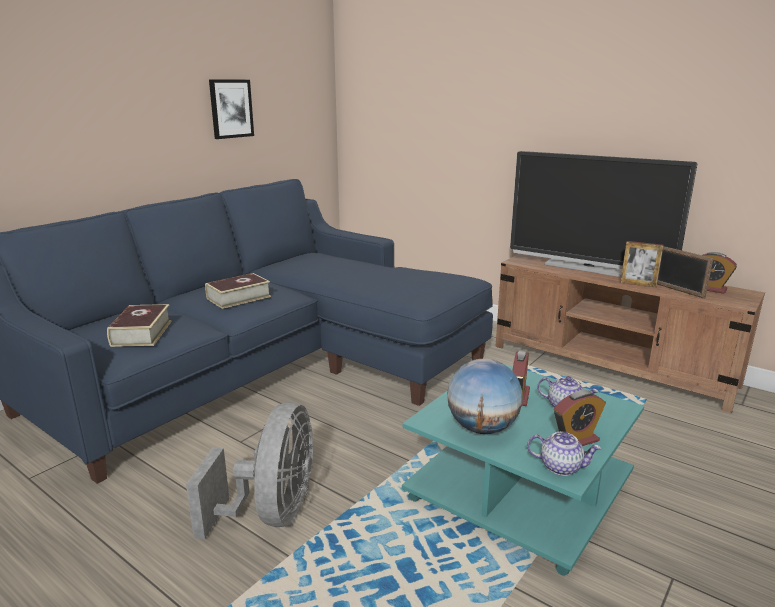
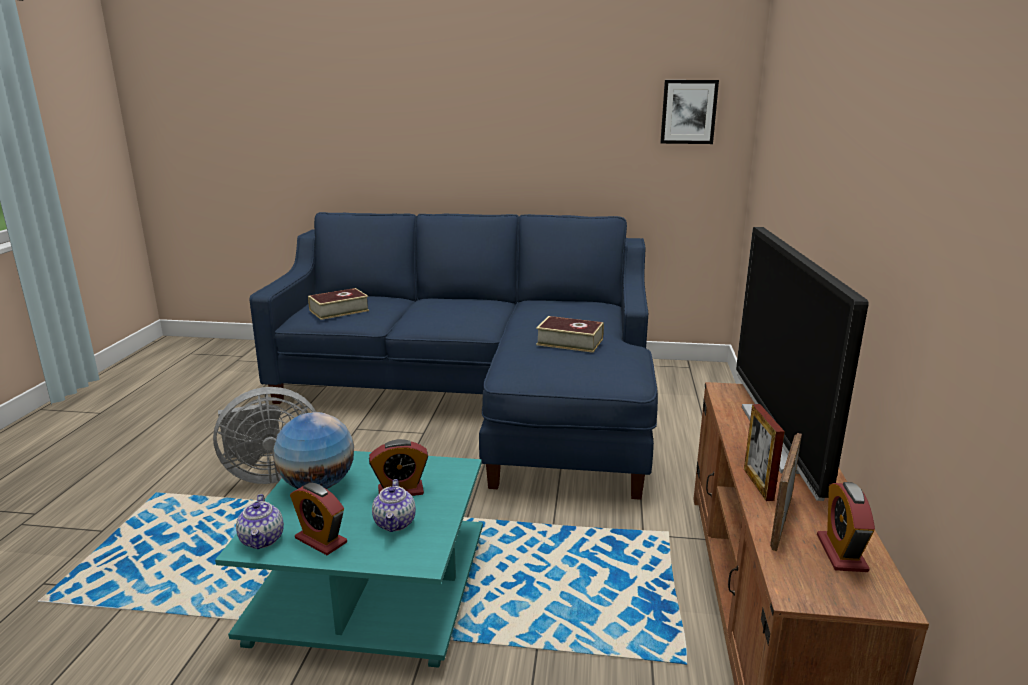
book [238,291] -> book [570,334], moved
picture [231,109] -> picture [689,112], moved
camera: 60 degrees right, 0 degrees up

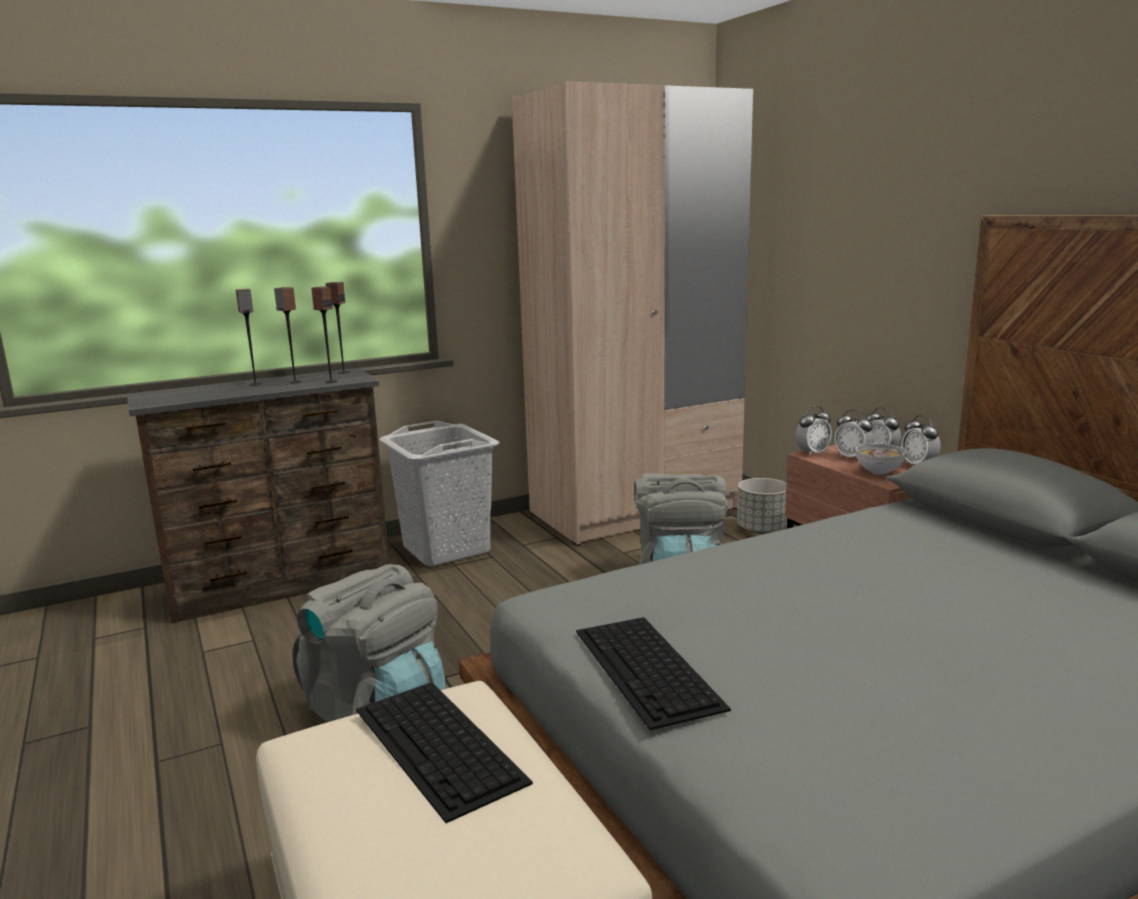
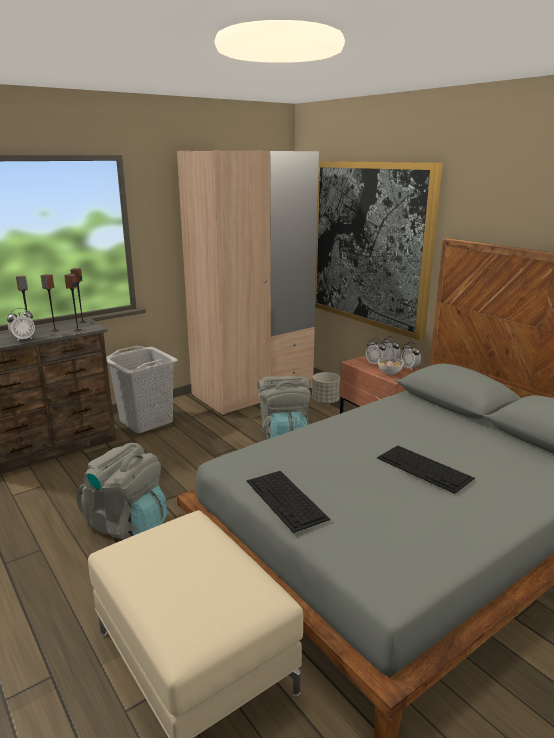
none -> picture [379,250]
keyboard [444,752] -> keyboard [426,469], moved
alarm clock [814,431] -> alarm clock [21,325], moved
camera: 10 degrees left, 5 degrees up

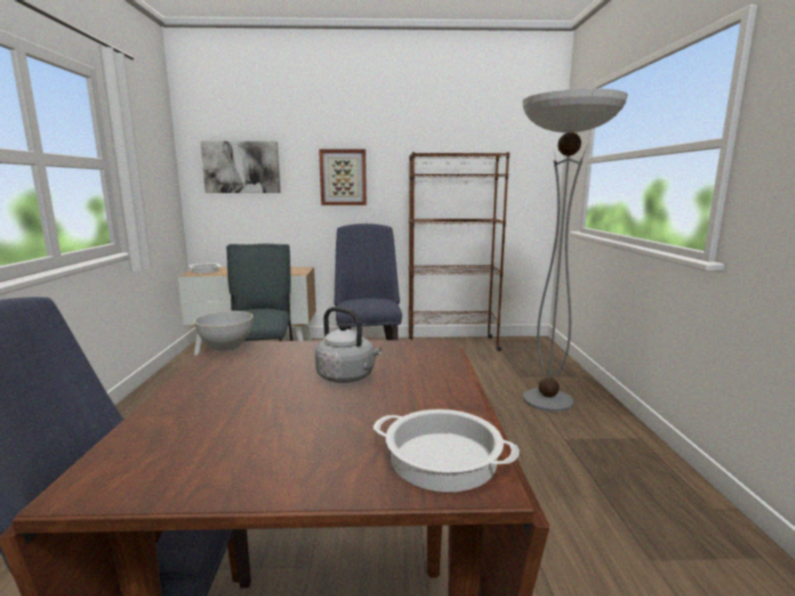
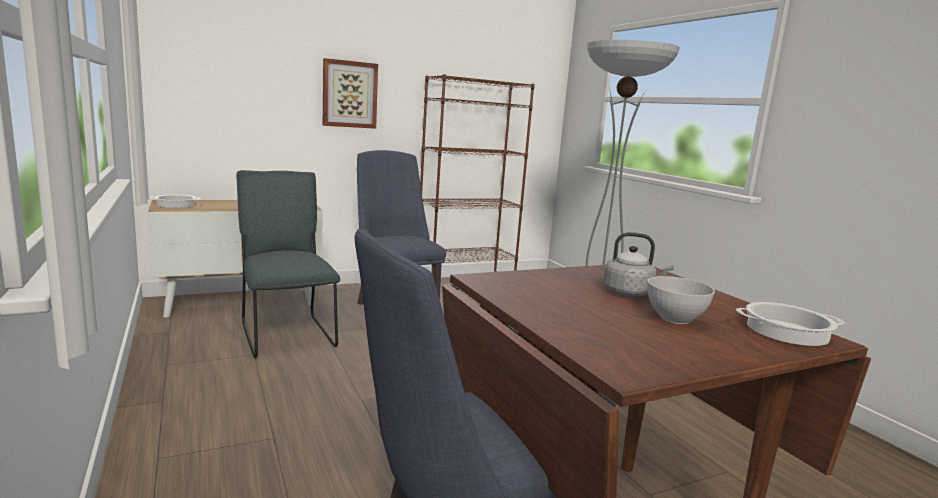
picture [240,167] -> none
bowl (grey) [223,331] -> bowl (grey) [681,300], moved
camera: 25 degrees left, 0 degrees up

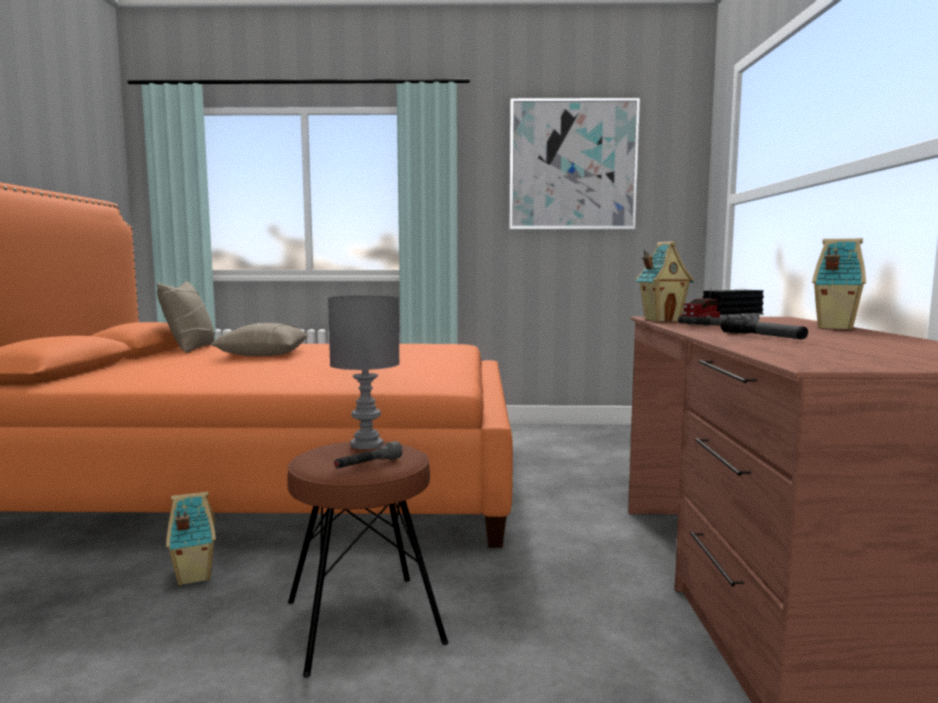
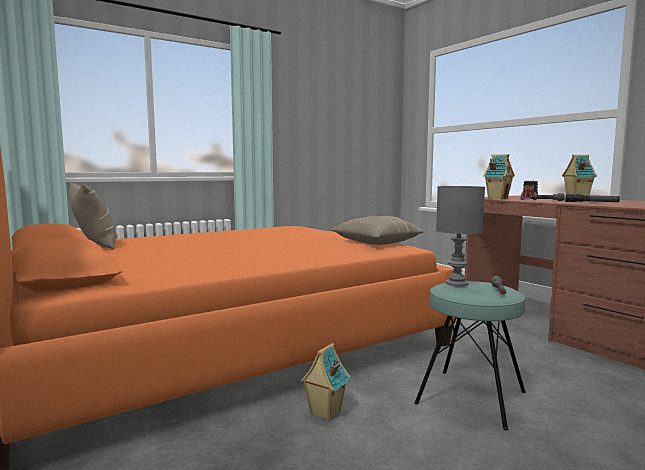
picture [574,163] -> none
pillow (beige) [259,339] -> pillow (beige) [377,230], moved
stool (brown) [367,559] -> stool (turquoise) [470,356]
camera: 35 degrees left, 0 degrees up

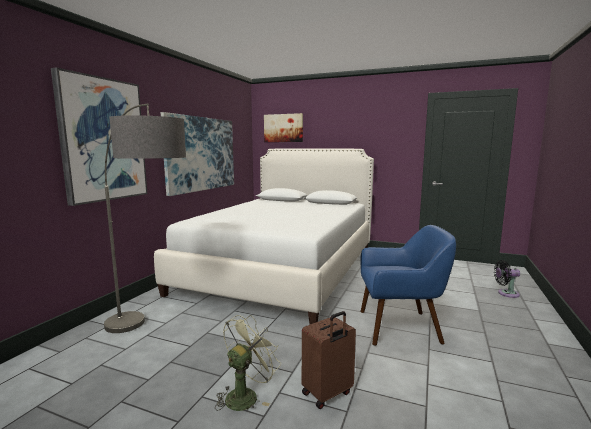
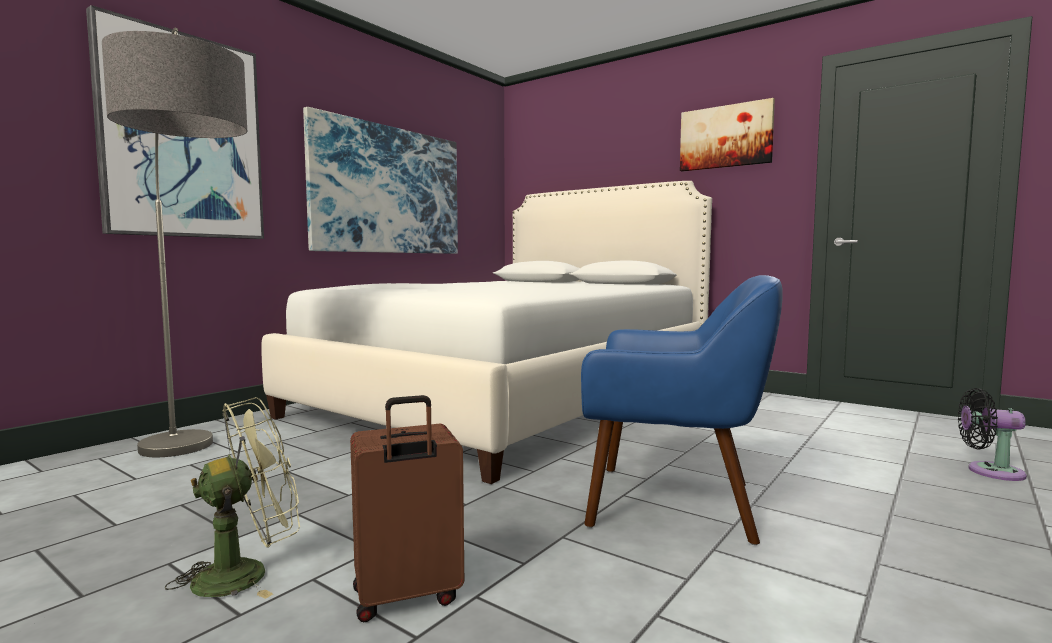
picture [283,127] -> picture [727,135], moved
camera: 15 degrees right, 5 degrees down

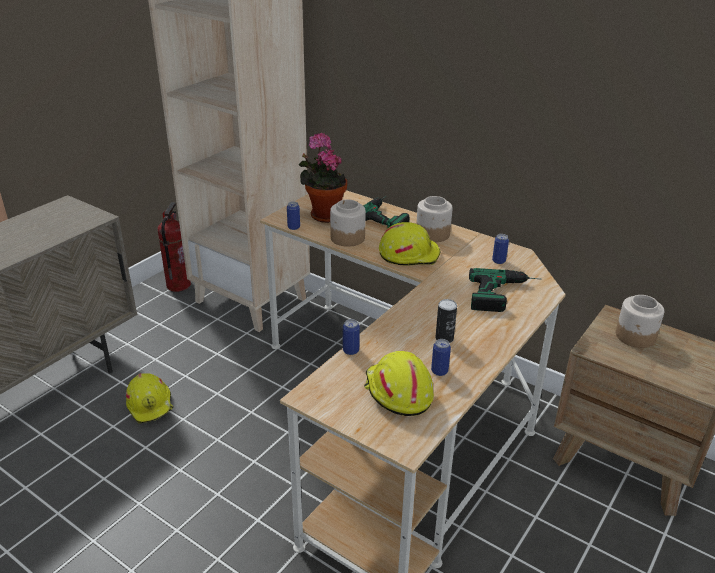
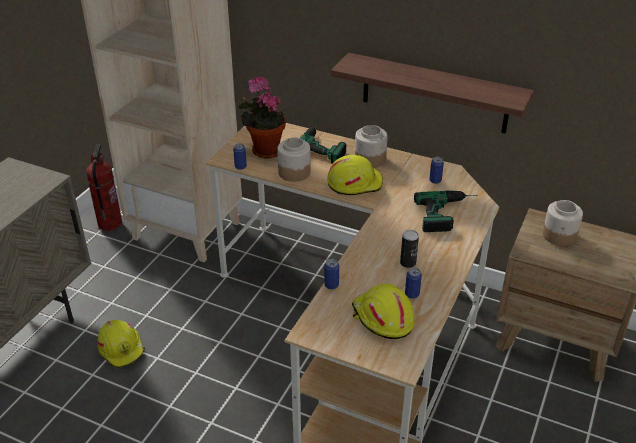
none -> shelf [432,93]
camera: 10 degrees left, 5 degrees up

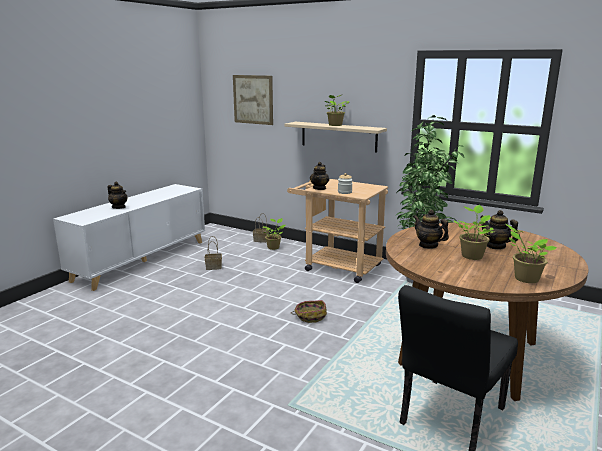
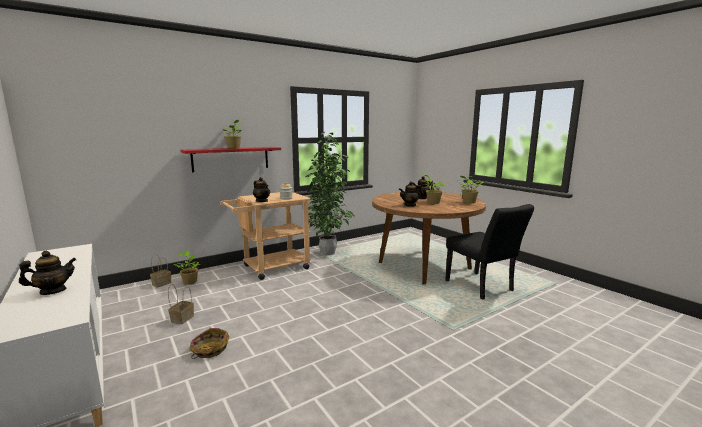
picture [253,100] -> none
basket [309,311] -> basket [209,343], moved
shelf (beige) [336,137] -> shelf (red) [231,159]
camera: 65 degrees left, 5 degrees down

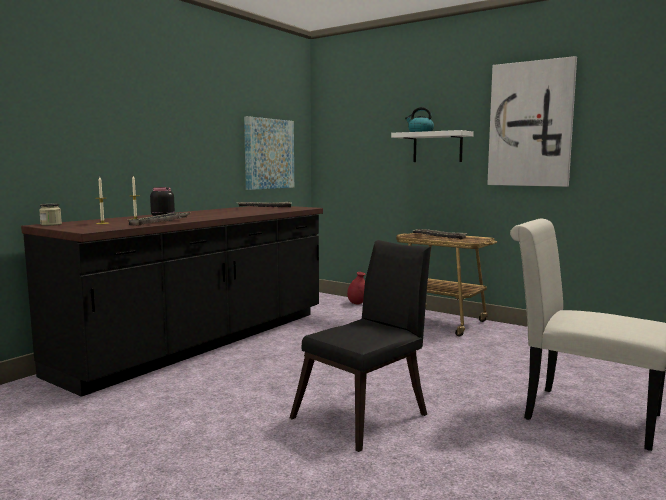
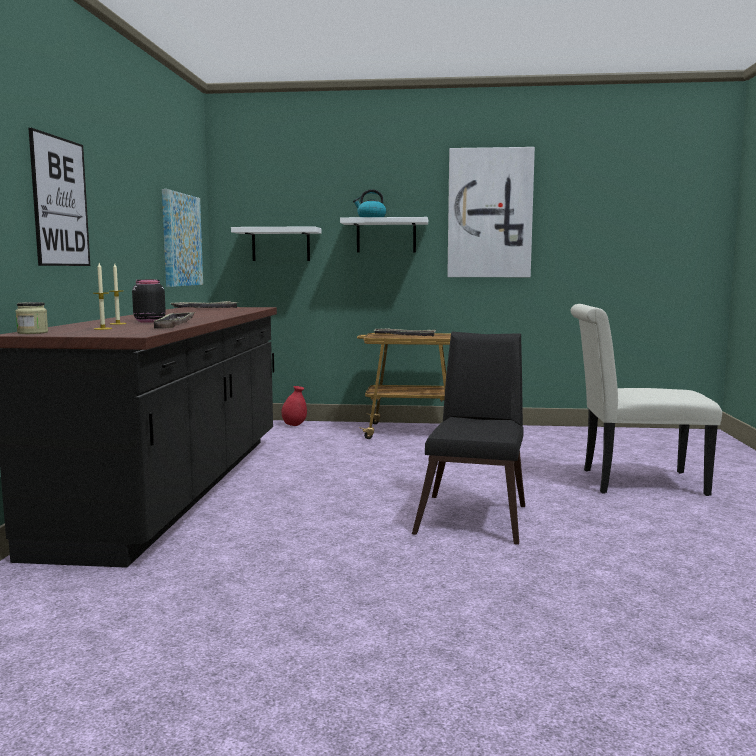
none -> picture [59,197]
none -> shelf (white) [276,243]
camera: 30 degrees left, 0 degrees up

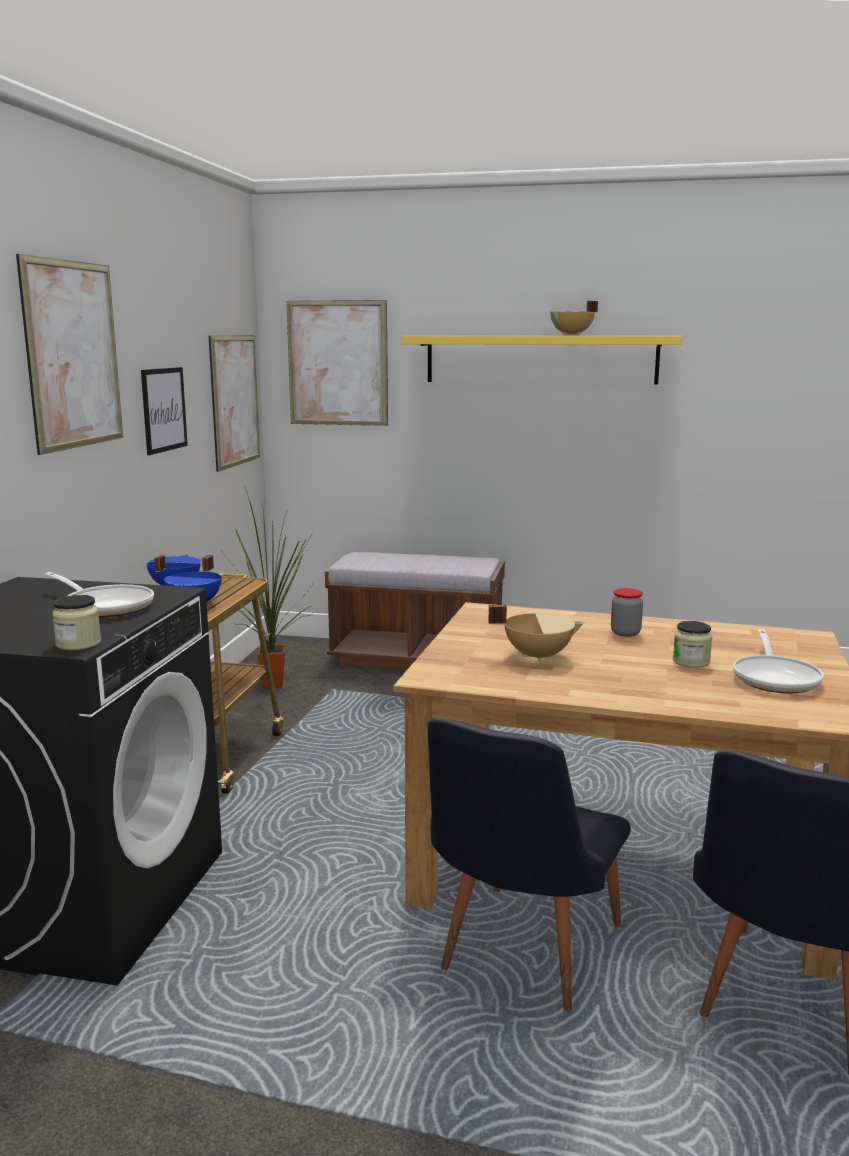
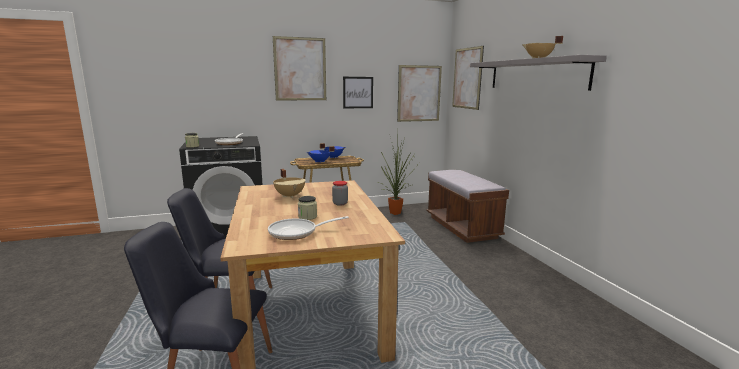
shelf (yellow) [542,360] -> shelf (grey) [538,73]
camera: 60 degrees right, 0 degrees up

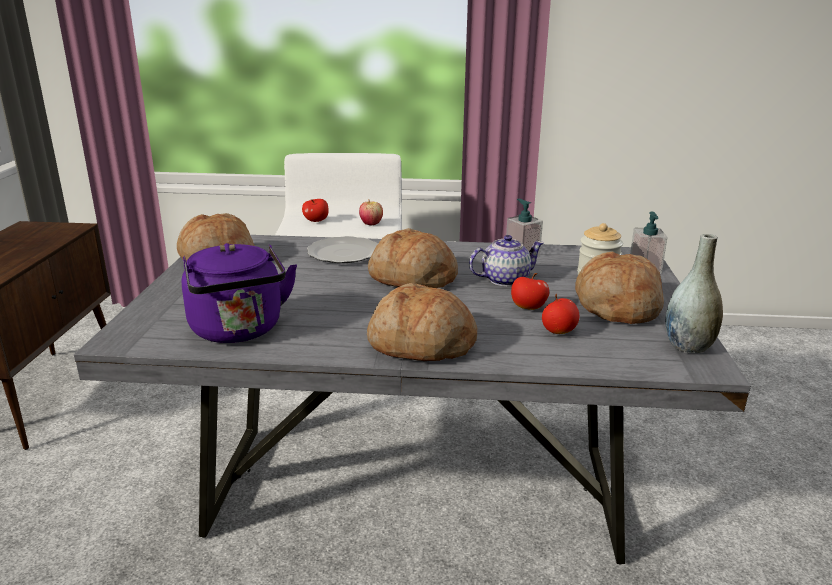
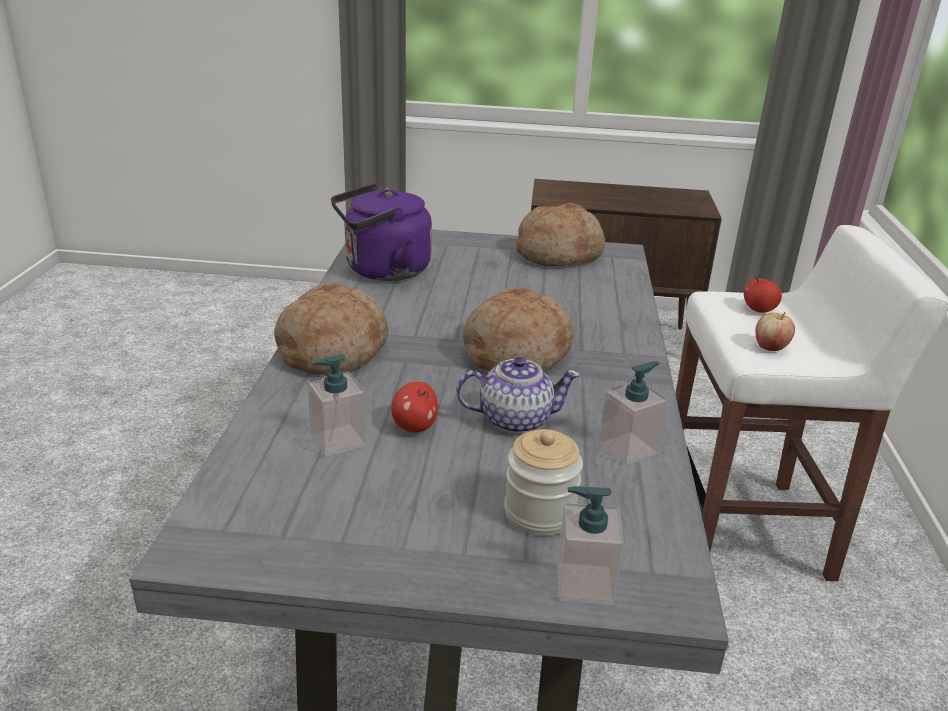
plate [342,249] -> none
bread [619,288] -> none
vase (grey) [694,293] -> none
apple [560,314] -> soap dispenser [336,405]
teapot [506,261] -> teapot [518,395], 75 degrees counterclockwise
camera: 90 degrees right, 5 degrees up

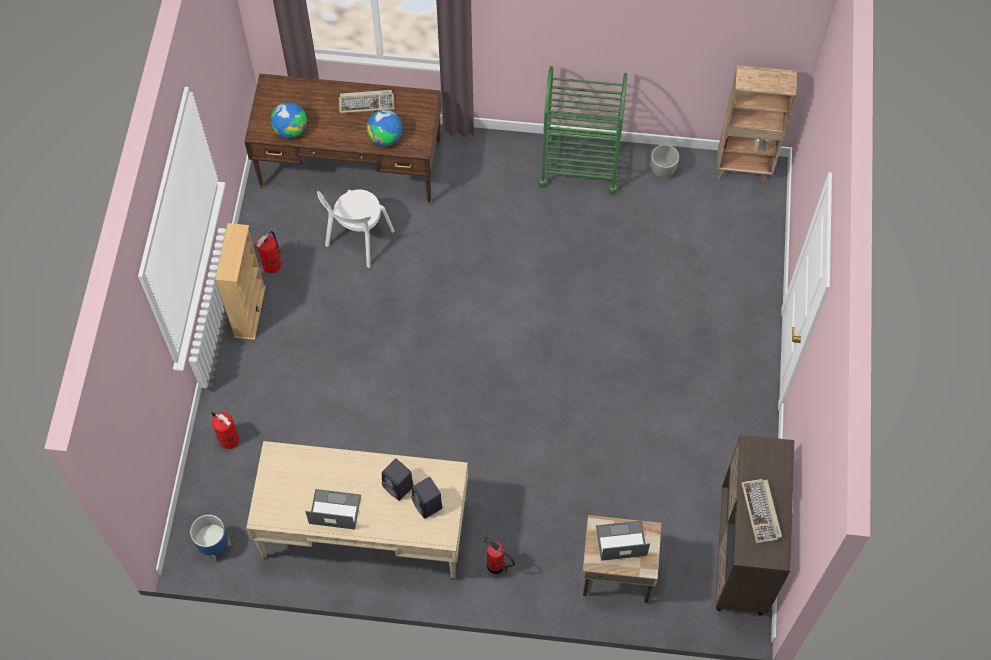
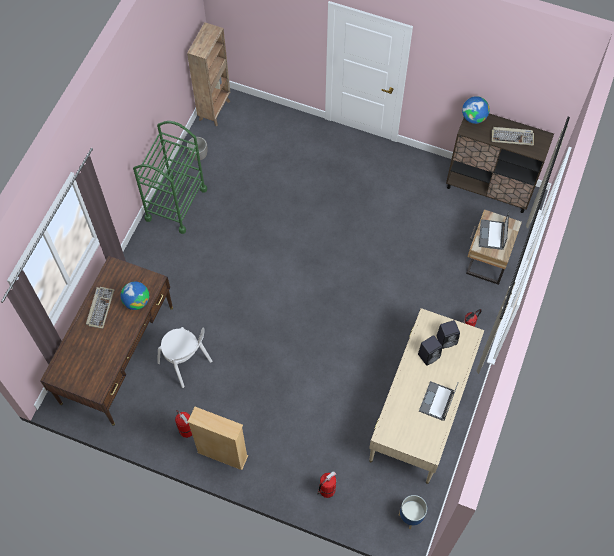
globe [289,120] -> globe [476,110], moved
camera: 75 degrees left, 0 degrees up

